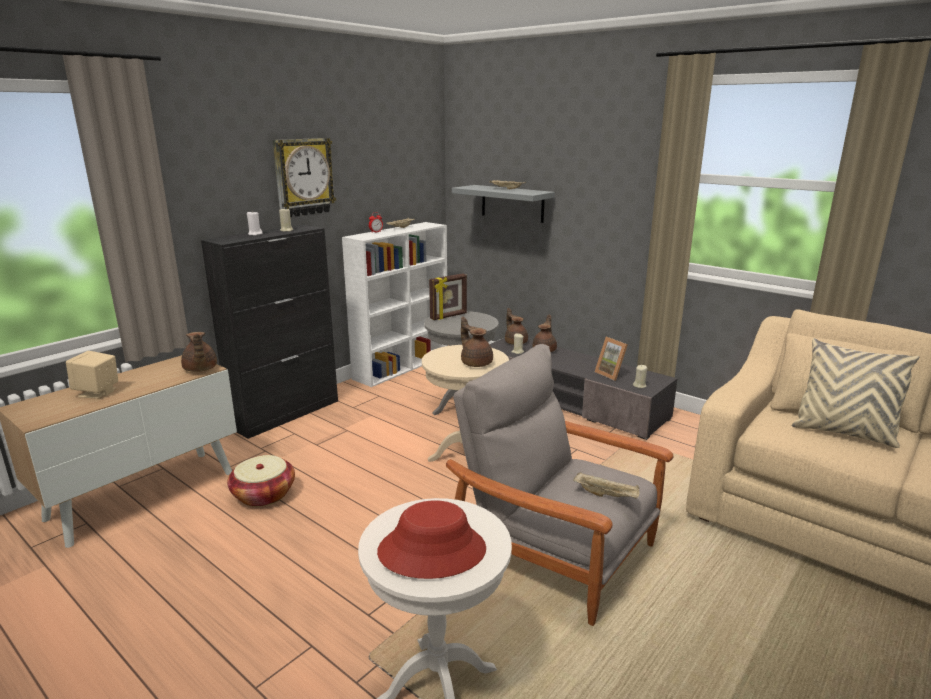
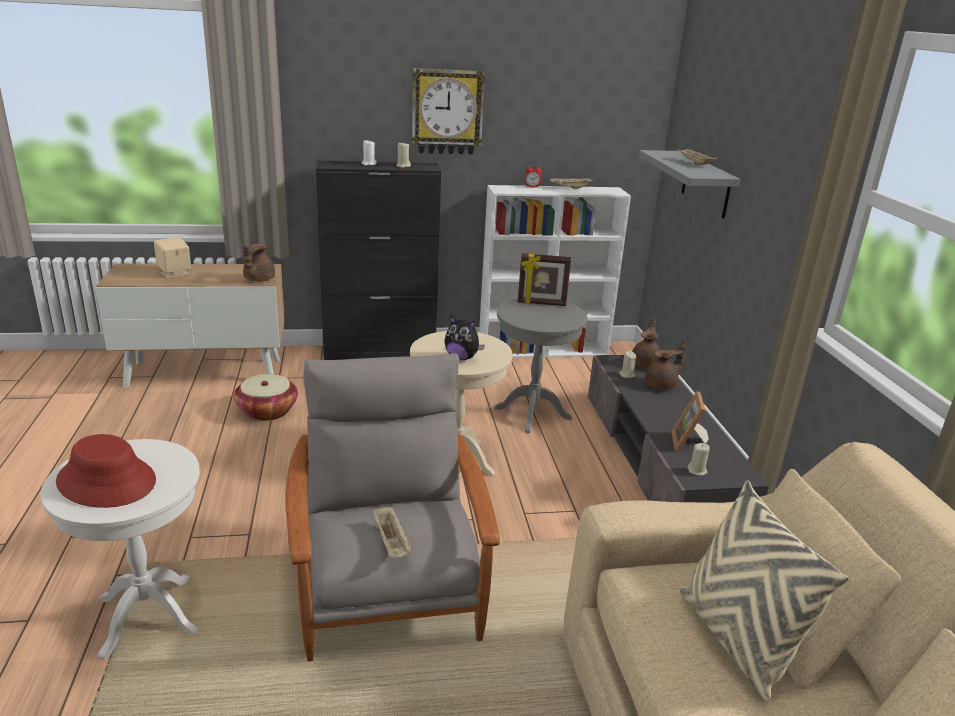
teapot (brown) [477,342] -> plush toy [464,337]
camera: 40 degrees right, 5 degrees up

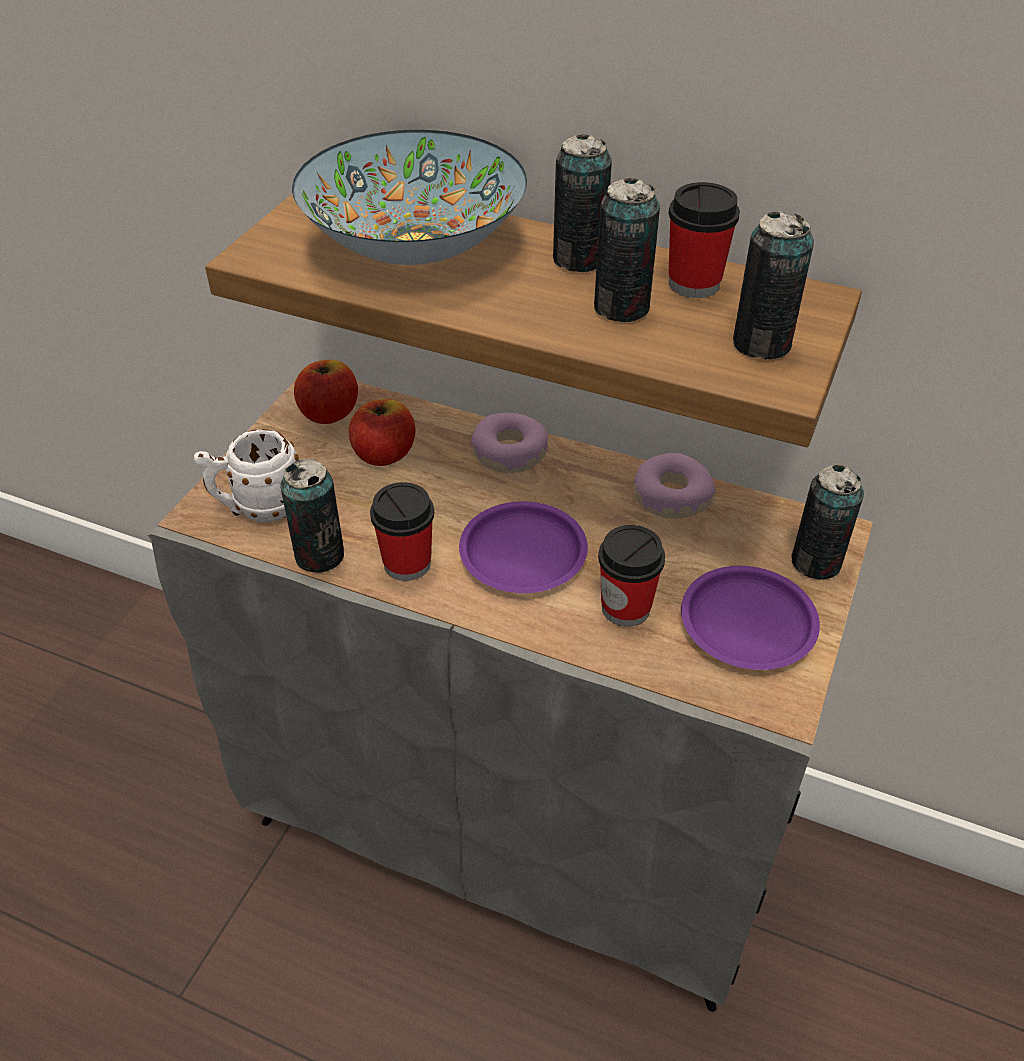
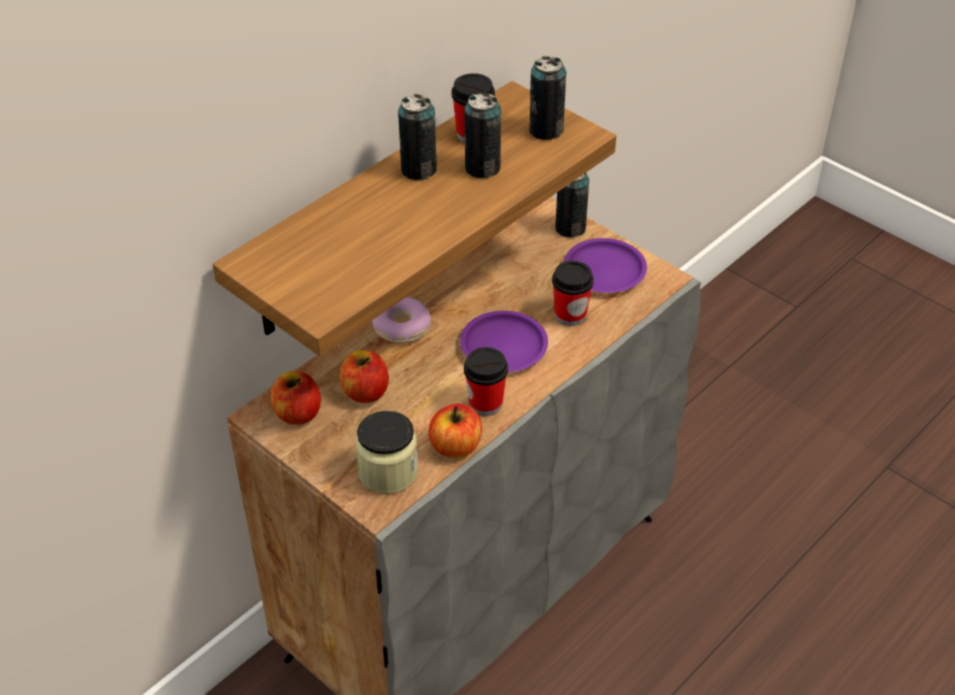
bowl [409,197] -> none
donut [675,486] -> none
mug (white) [246,475] -> jar [386,452]
can [312,516] -> apple [455,430]
camera: 70 degrees left, 0 degrees up

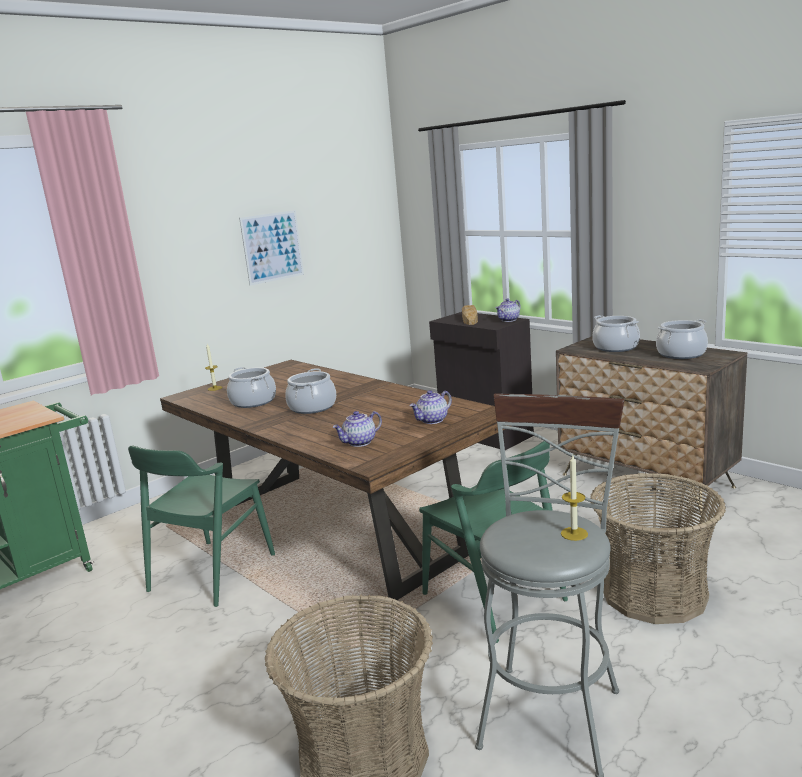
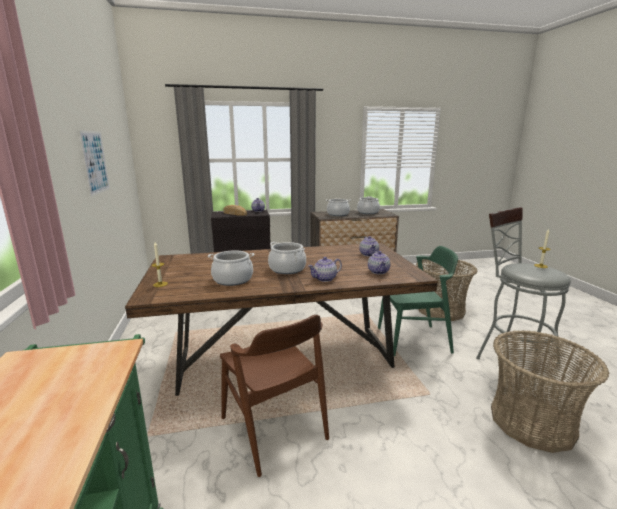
none -> teapot [325,269]
chair (green) [201,526] -> chair (brown) [274,396]
camera: 60 degrees left, 0 degrees up

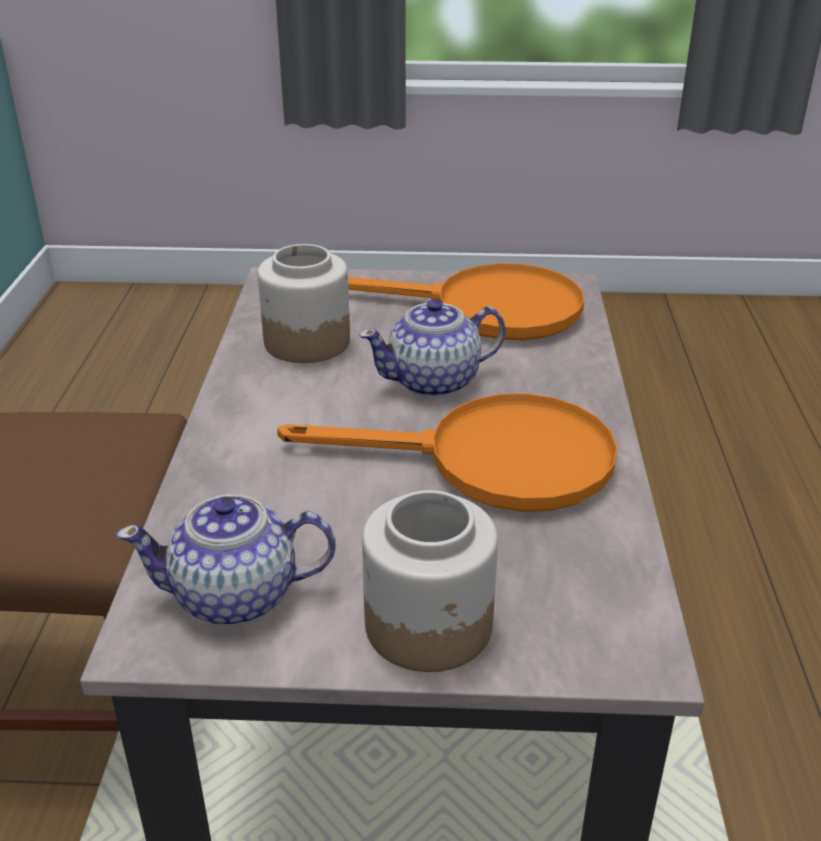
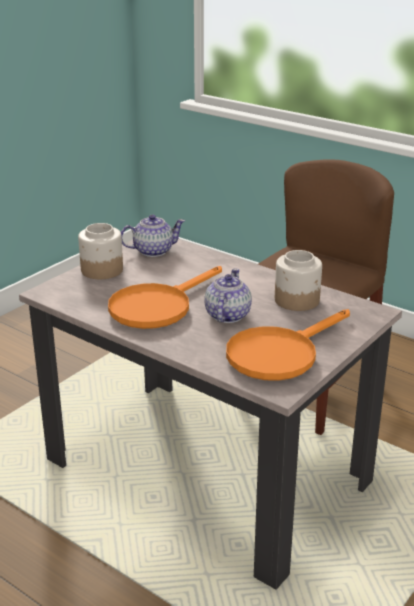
teapot [226,560] -> teapot [153,235], 45 degrees clockwise
camera: 125 degrees right, 5 degrees down

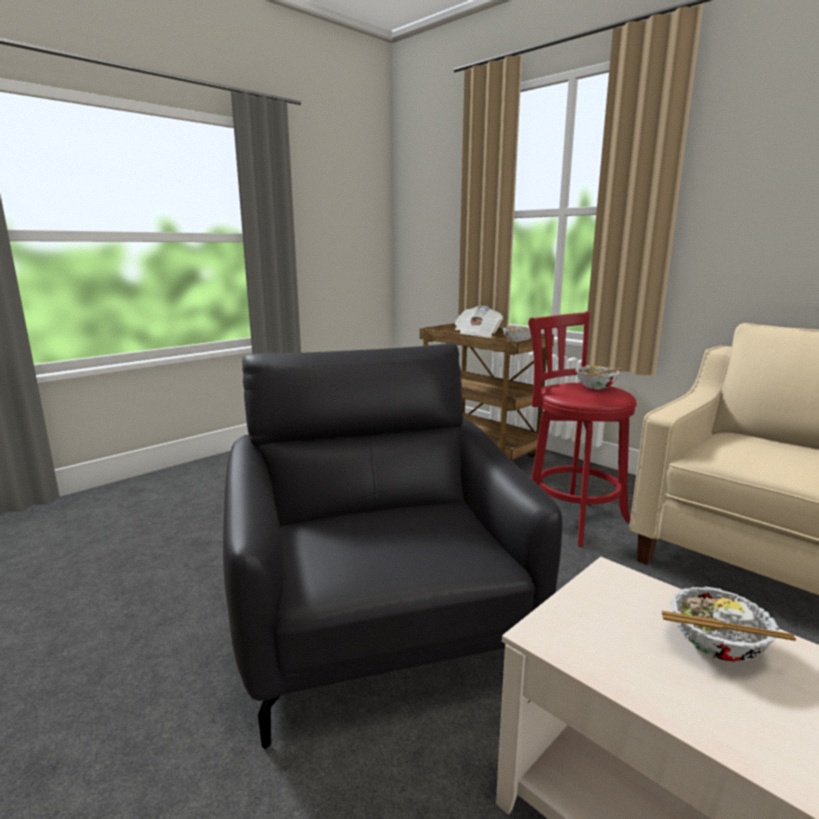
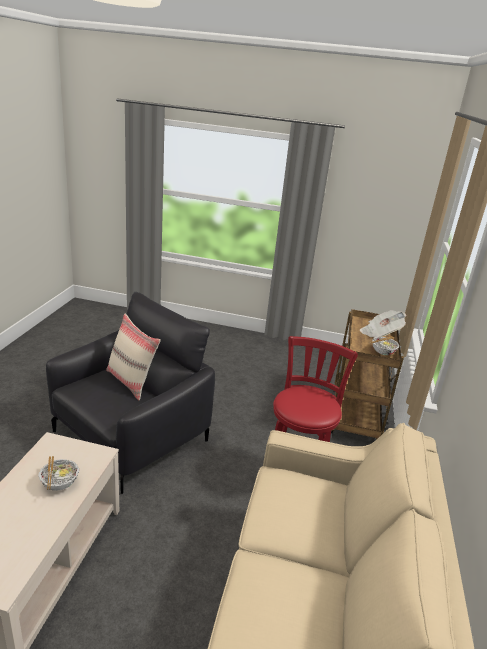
bowl [598,377] -> none
none -> pillow (beige) [133,357]
camera: 55 degrees right, 10 degrees up

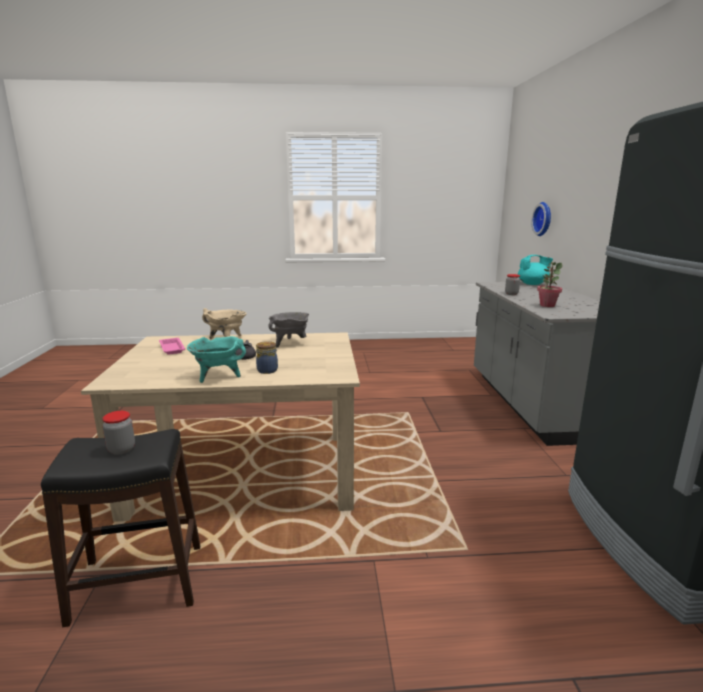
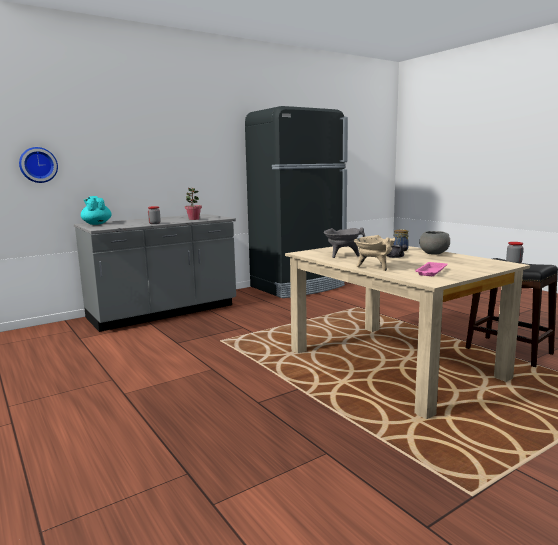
cooking pot (turquoise) [216,359] -> bowl (grey) [434,243]
camera: 120 degrees left, 5 degrees down

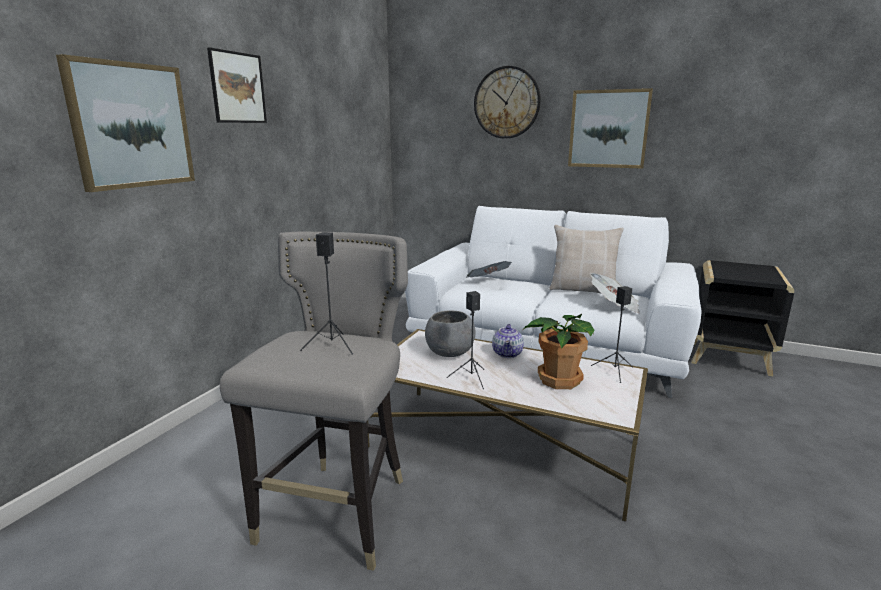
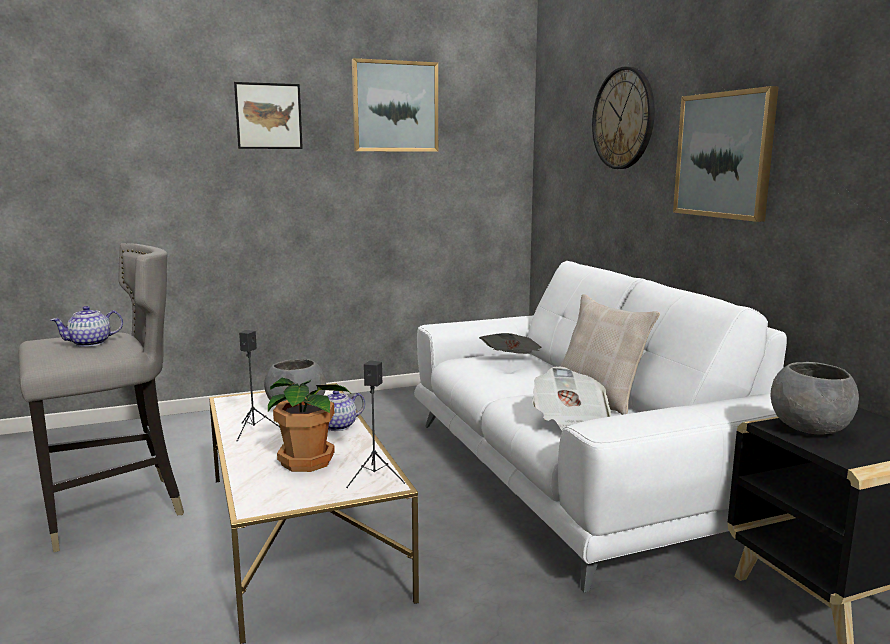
none -> bowl (grey) [814,398]
picture [125,123] -> picture [395,105], moved
speaker (black) [326,293] -> teapot [87,326]
camera: 45 degrees right, 5 degrees down

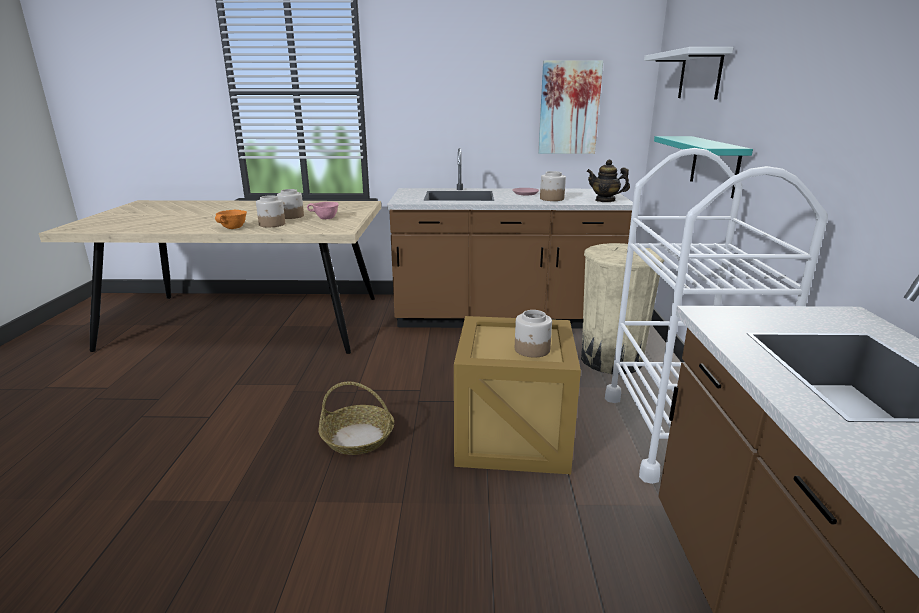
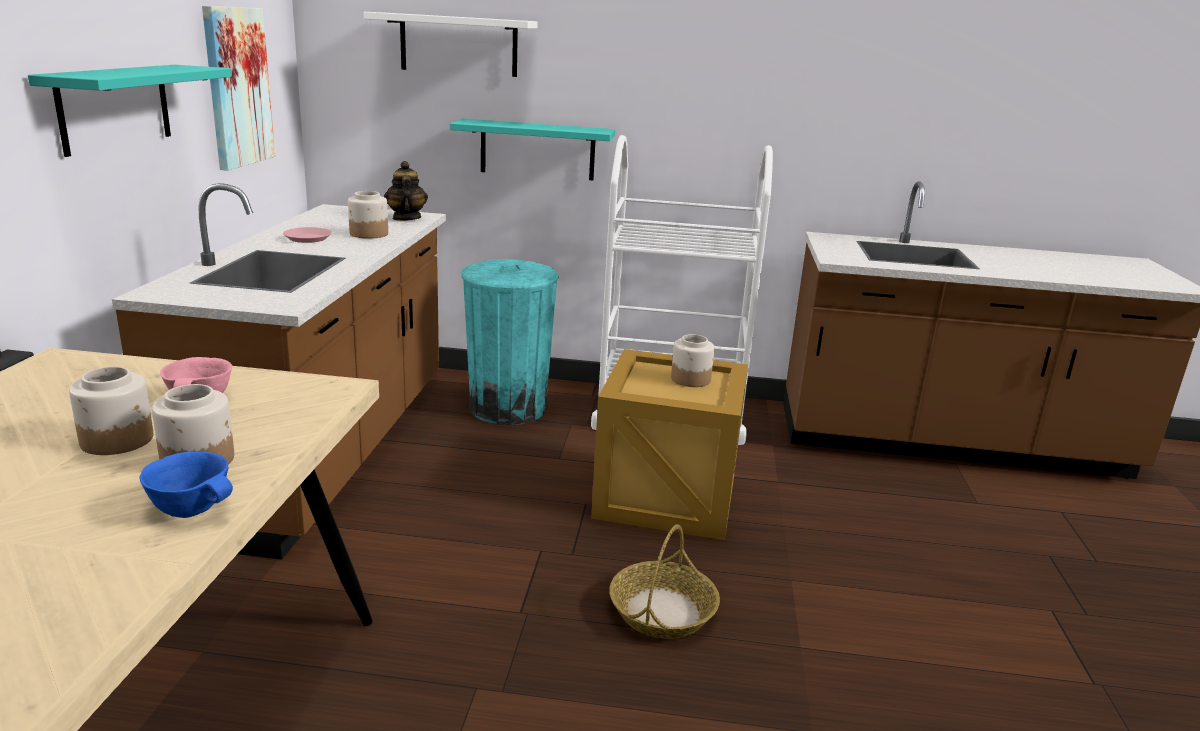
none -> shelf (turquoise) [130,111]
bowl (orange) [231,219] -> bowl (blue) [186,485]
trash can (beige) [622,308] -> trash can (turquoise) [510,342]
teapot [608,180] -> teapot [406,191], 135 degrees clockwise
camera: 85 degrees left, 0 degrees up

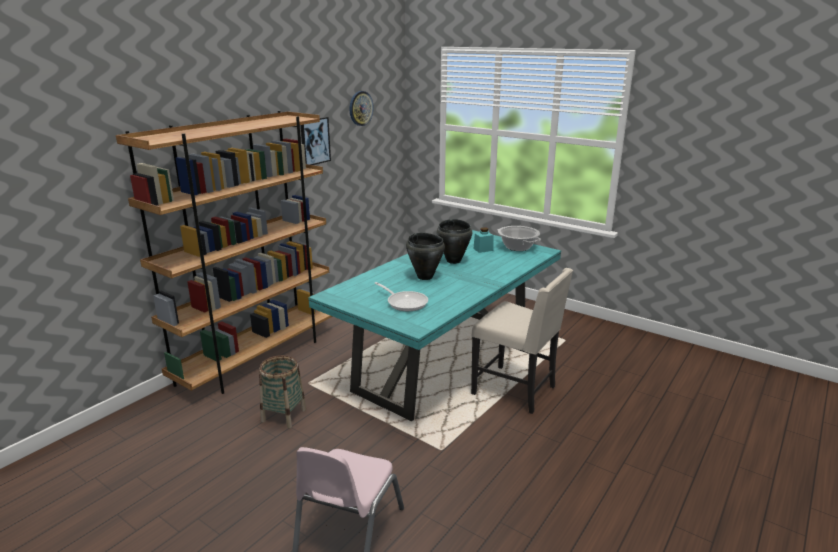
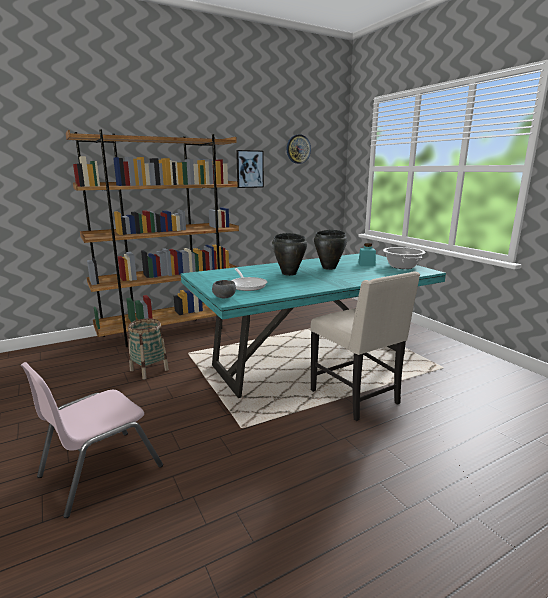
none -> bowl (grey) [224,289]
camera: 25 degrees right, 5 degrees down

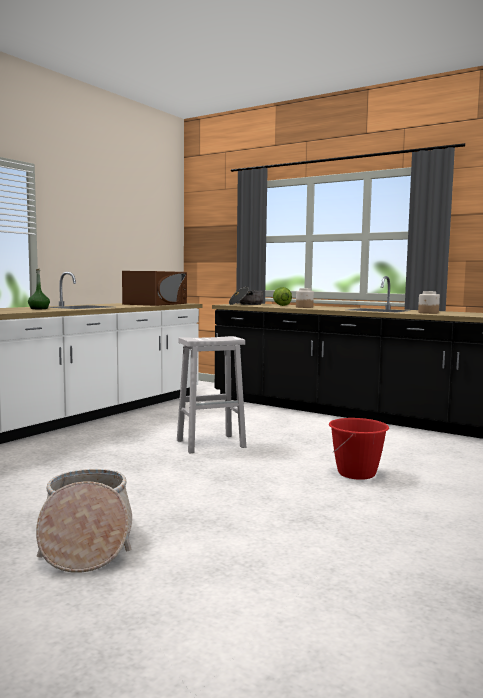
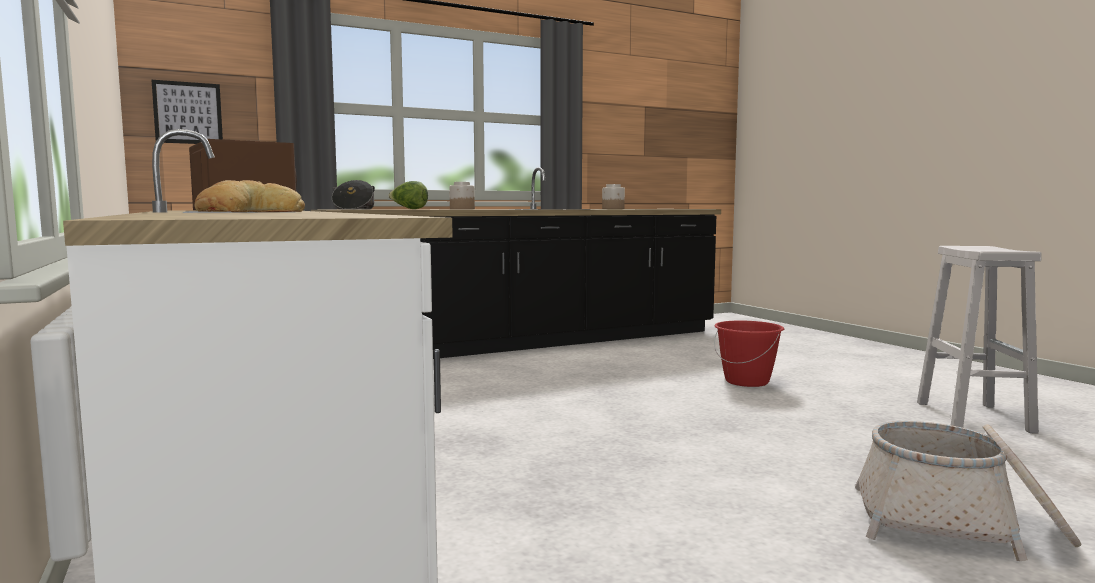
none -> picture [187,112]
stool (white) [211,394] -> stool (white) [979,340], moved
bottle (green) [39,289] -> bread [250,196]
camera: 60 degrees left, 0 degrees up

